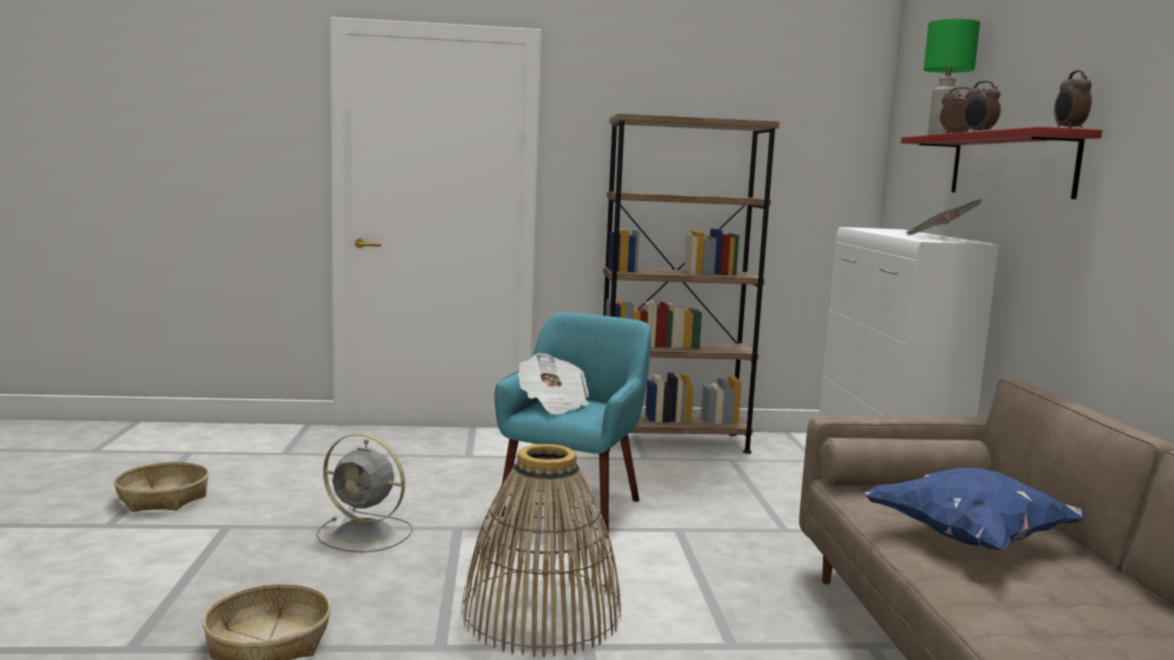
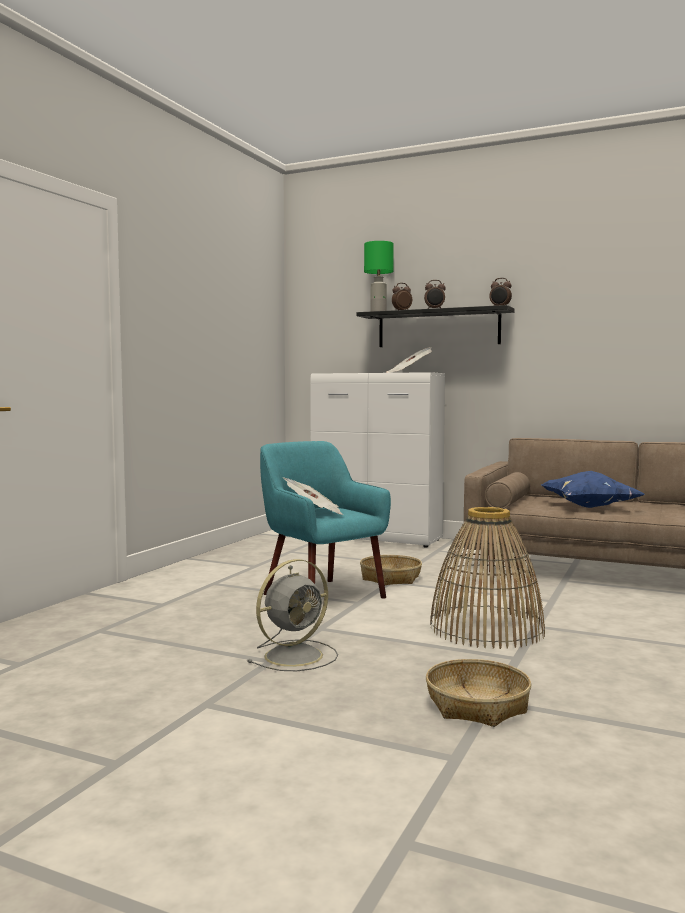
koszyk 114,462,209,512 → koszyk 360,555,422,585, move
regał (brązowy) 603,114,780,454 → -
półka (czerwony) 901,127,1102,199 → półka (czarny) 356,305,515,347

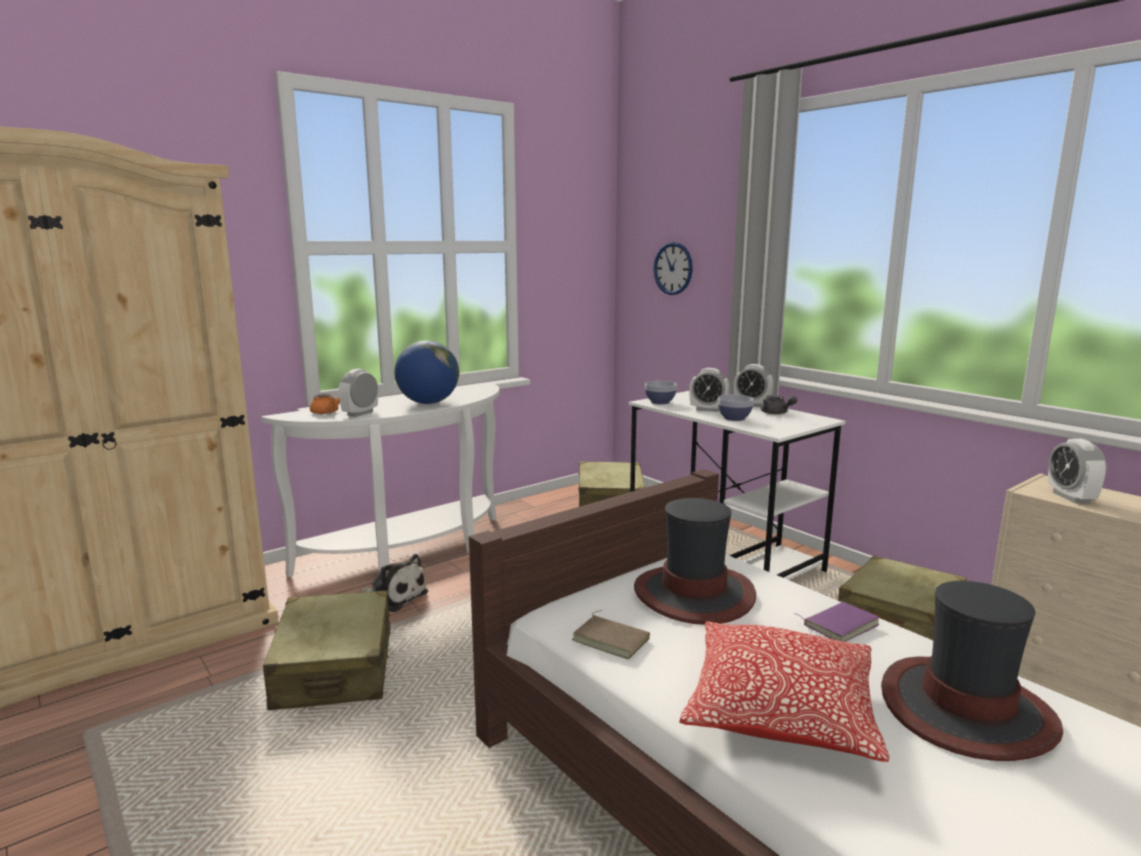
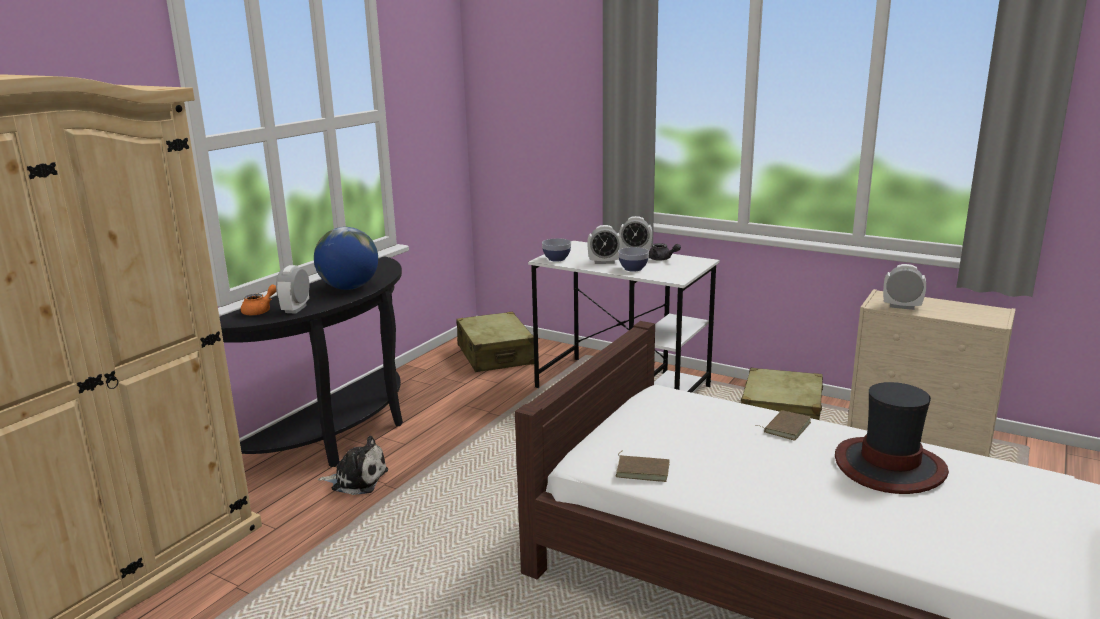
stolik konsolowy (biały) 261,383,500,577 → stolik konsolowy (czarny) 219,256,403,467
walizka (beżowy) 263,590,390,710 → -
kapelusz 634,498,756,625 → -
zegar ścienny 653,242,693,295 → -
poduszka 679,621,889,762 → -
książka (fioletowy) 797,602,879,642 → książka (brązowy) 755,410,811,441
budzik 1048,439,1107,503 → budzik 883,264,926,310, 135 degrees clockwise

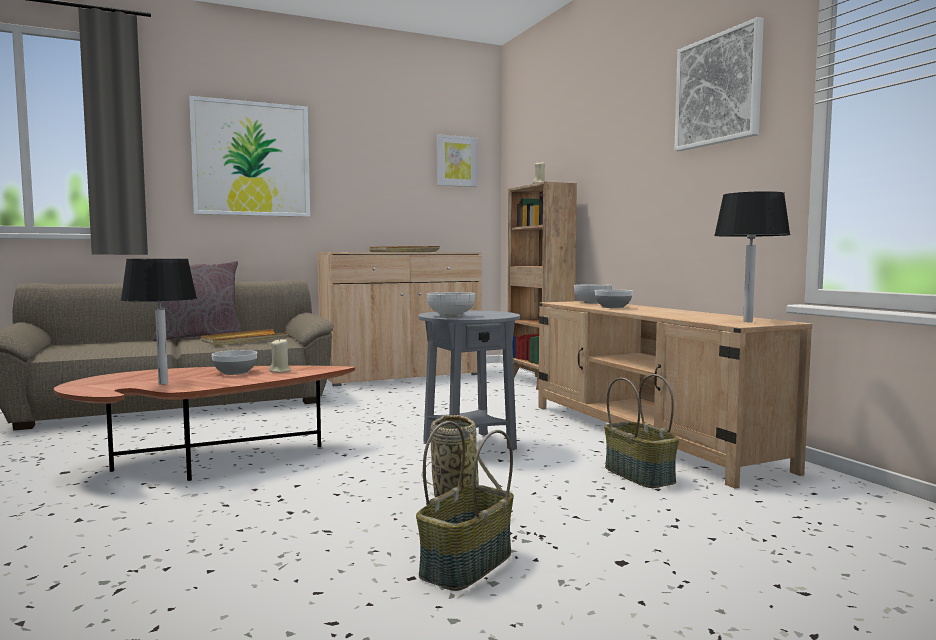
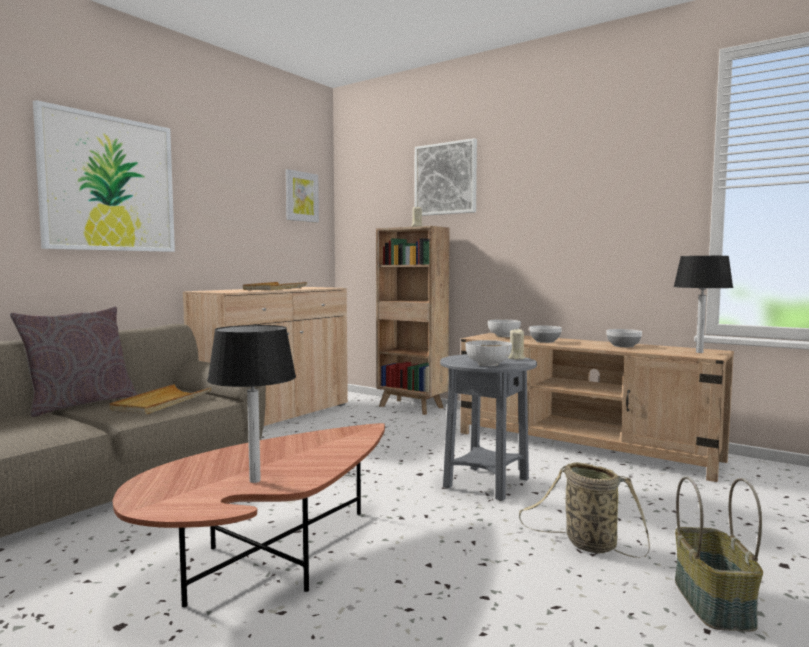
miska 212,350,257,375 → miska 606,329,642,347, move
świeca (beżowy) 269,338,291,373 → świeca (beżowy) 508,328,525,360, move
koszyk 604,374,679,488 → -
obraz 674,17,764,151 → obraz 415,138,477,216, move

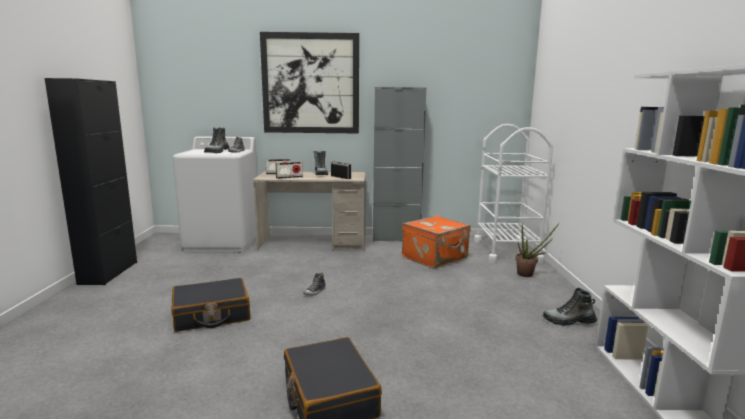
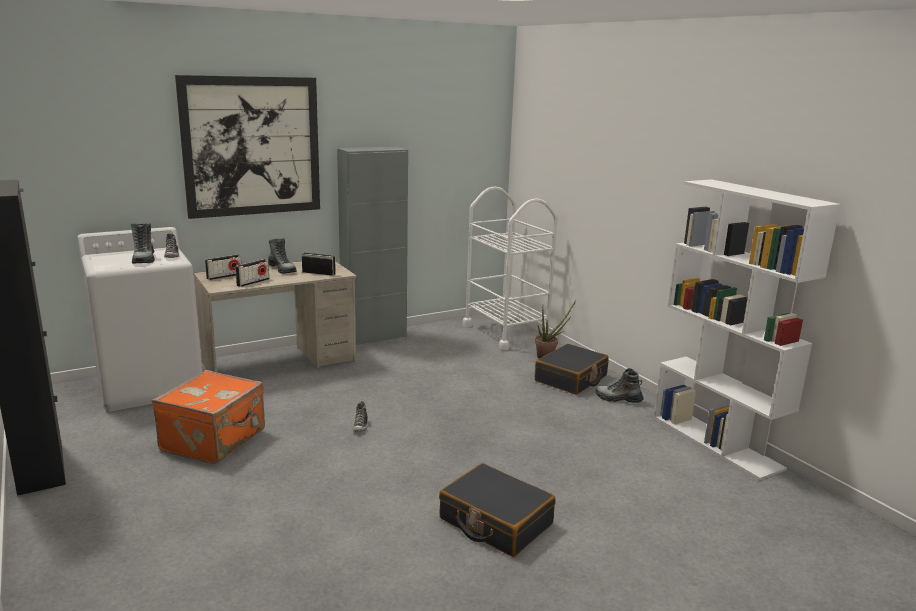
walizka (czarny) 172,278,250,332 → walizka (czarny) 535,344,609,395, move
walizka (pomarańczowy) 402,215,471,268 → walizka (pomarańczowy) 152,370,265,464, move
but z cholewką 543,288,597,326 → but z cholewką 595,368,644,403, 45 degrees clockwise

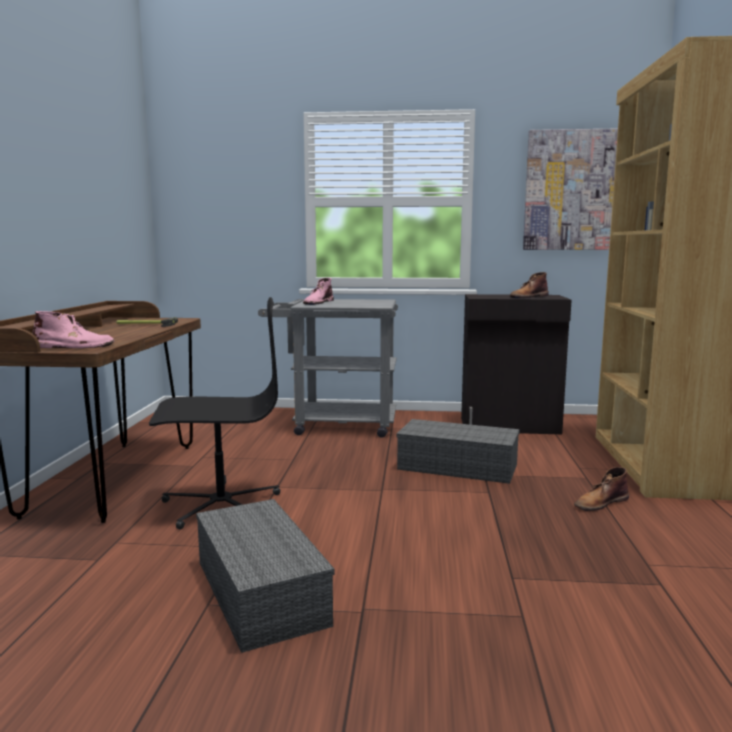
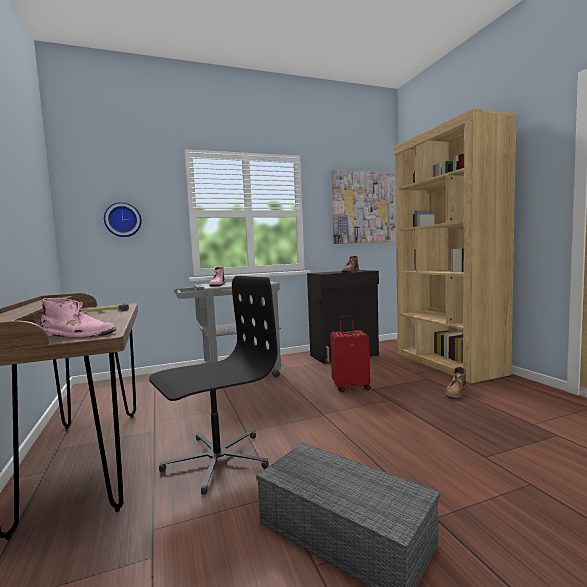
but z cholewką (różowy) 33,311,115,348 → but z cholewką (różowy) 40,298,117,337, 45 degrees clockwise
pojemnik do przechowywania (szary) 396,419,520,484 → walizka (czerwony) 330,316,371,392
- → zegar ścienny 104,202,142,237

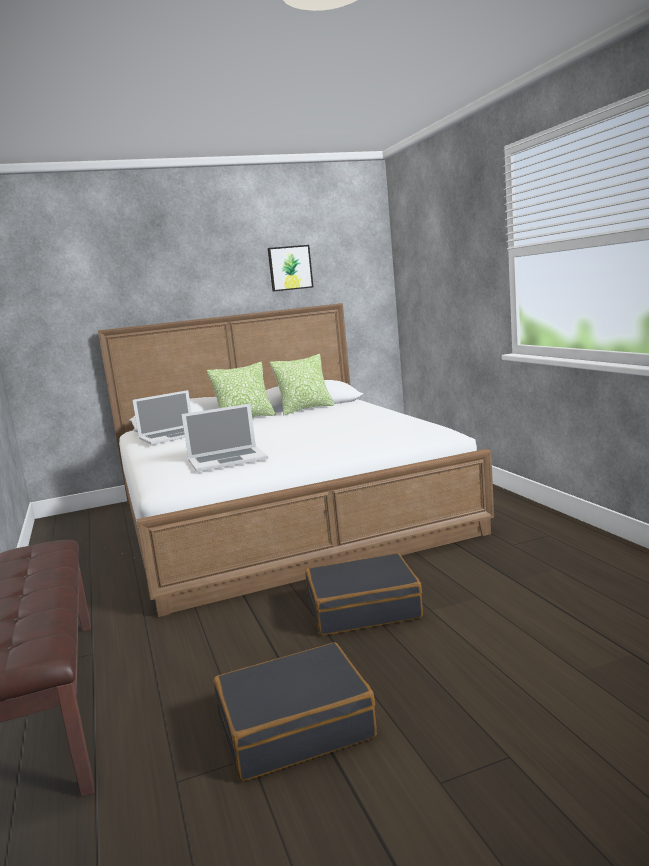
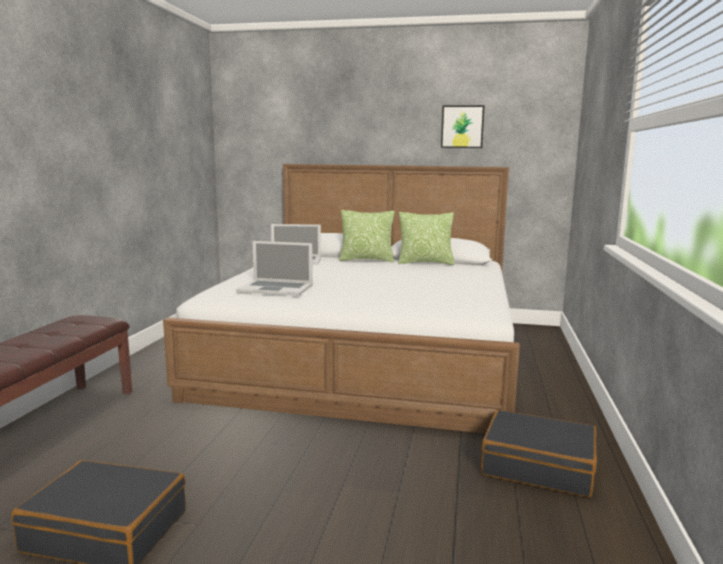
walizka (czarny) 305,553,423,636 → walizka (czarny) 481,410,597,497, move

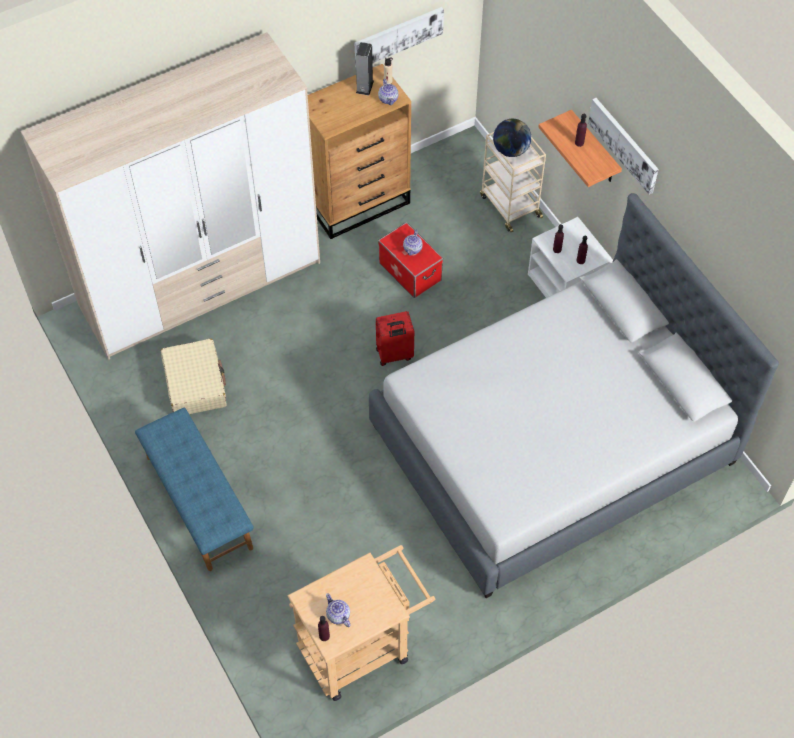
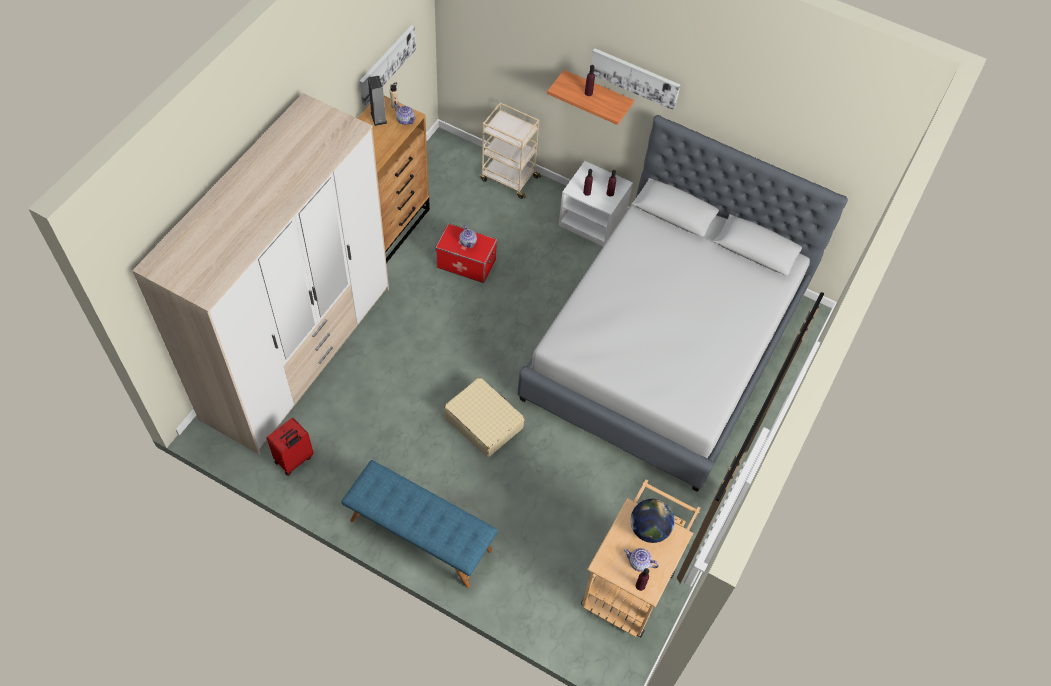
walizka (beżowy) 161,339,227,414 → walizka (beżowy) 443,377,525,458, move
walizka (czerwony) 376,311,414,366 → walizka (czerwony) 267,418,314,476, move
globus 493,119,531,157 → globus 631,499,675,543, move

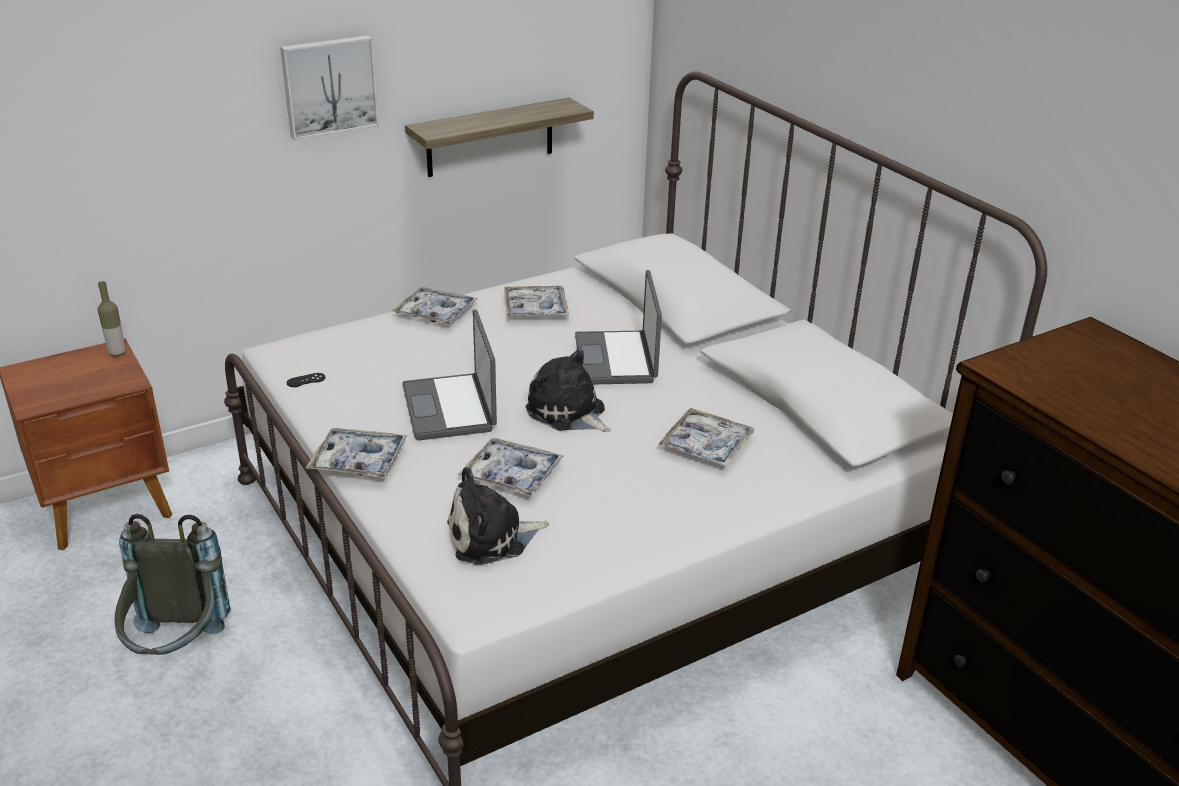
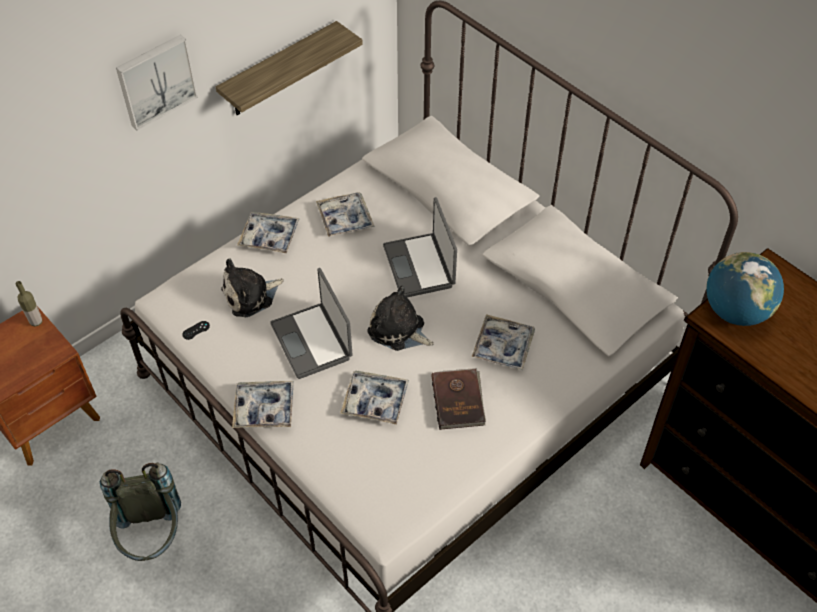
pluszak 447,467,549,565 → pluszak 221,258,284,317, move
- → książka (brązowy) 431,368,486,430
- → globus 706,252,784,326

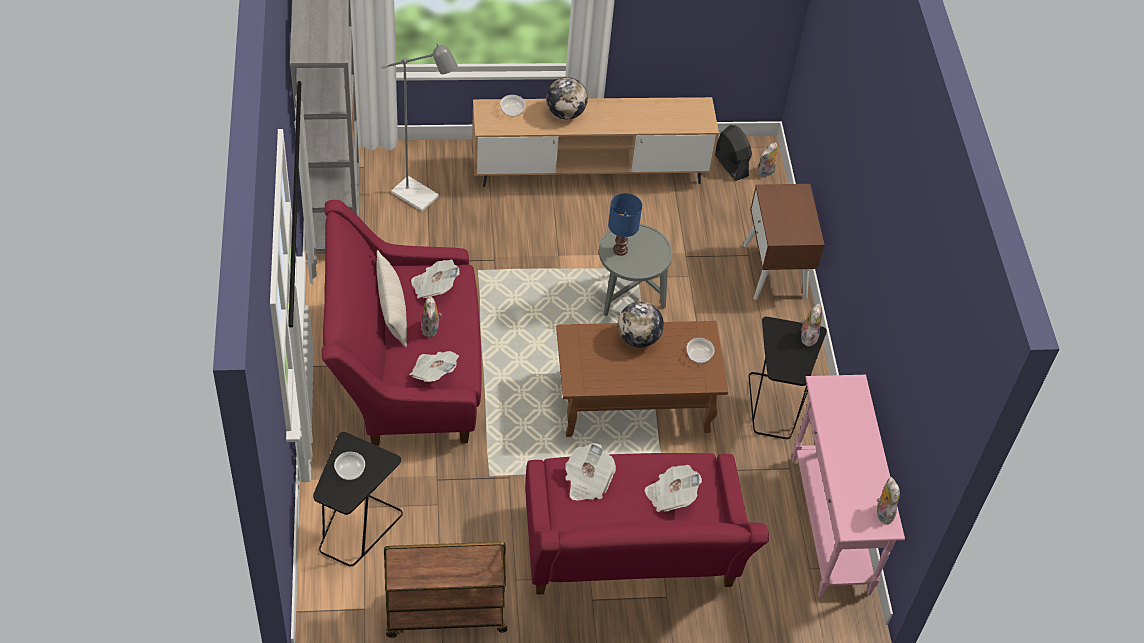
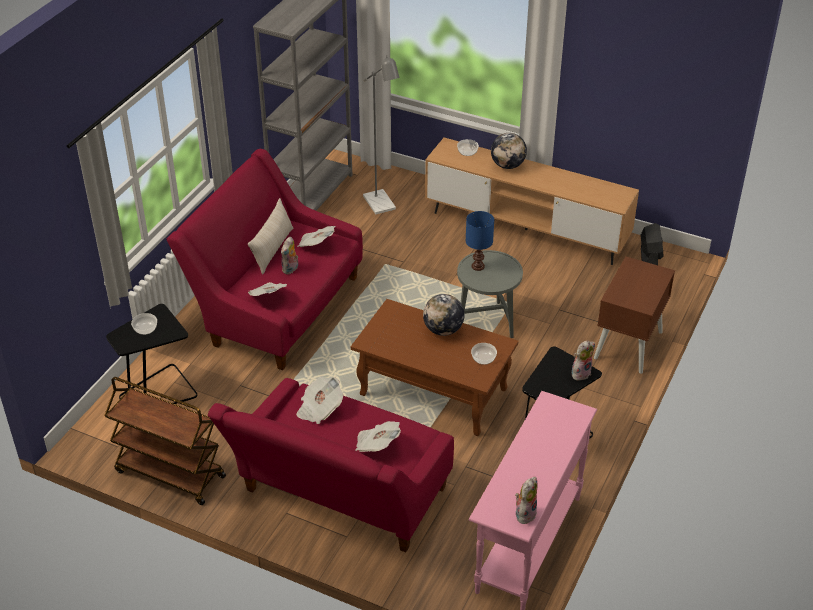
pluszak 757,143,778,177 → -

